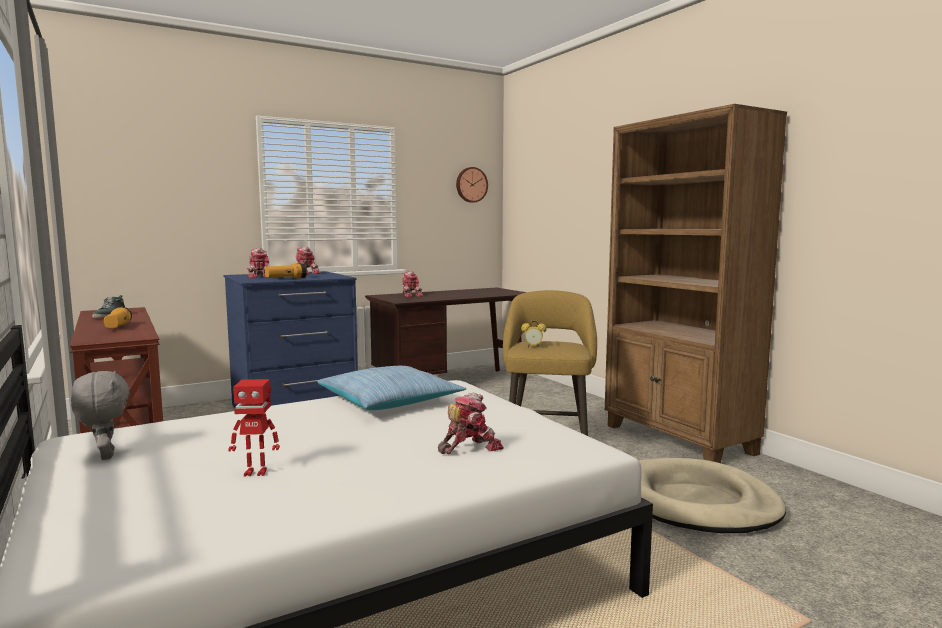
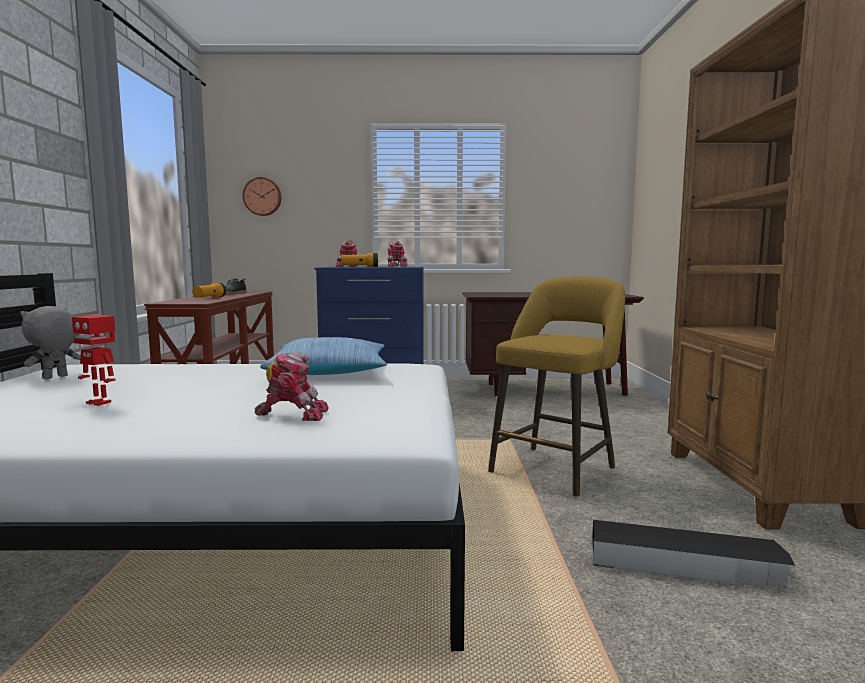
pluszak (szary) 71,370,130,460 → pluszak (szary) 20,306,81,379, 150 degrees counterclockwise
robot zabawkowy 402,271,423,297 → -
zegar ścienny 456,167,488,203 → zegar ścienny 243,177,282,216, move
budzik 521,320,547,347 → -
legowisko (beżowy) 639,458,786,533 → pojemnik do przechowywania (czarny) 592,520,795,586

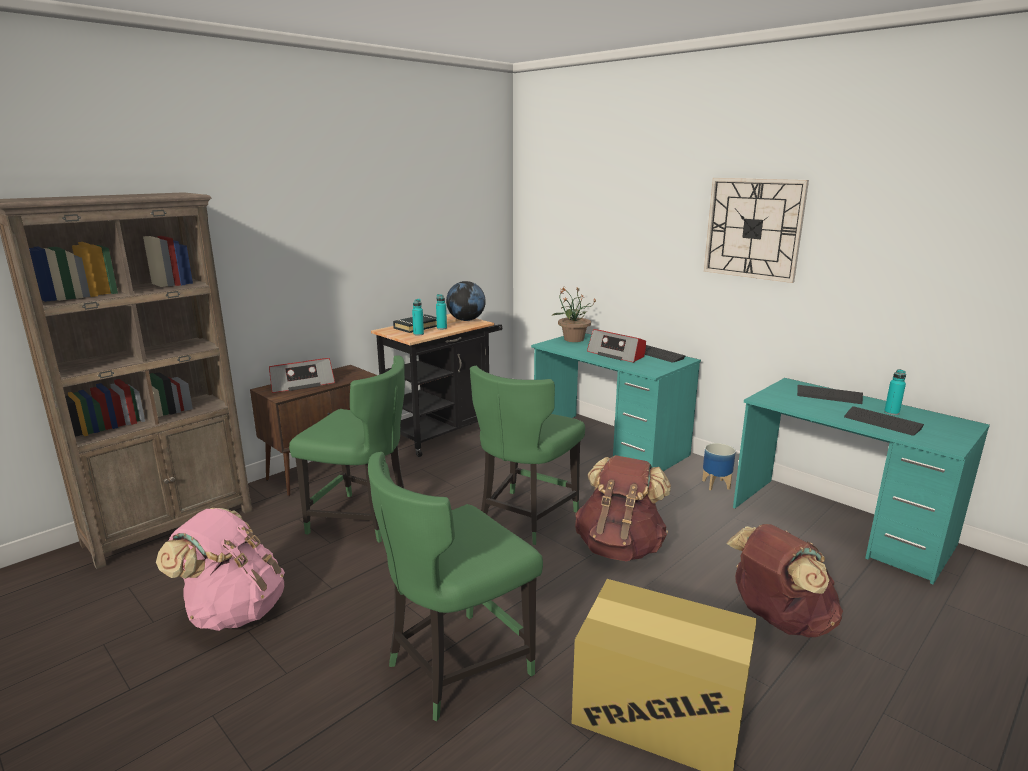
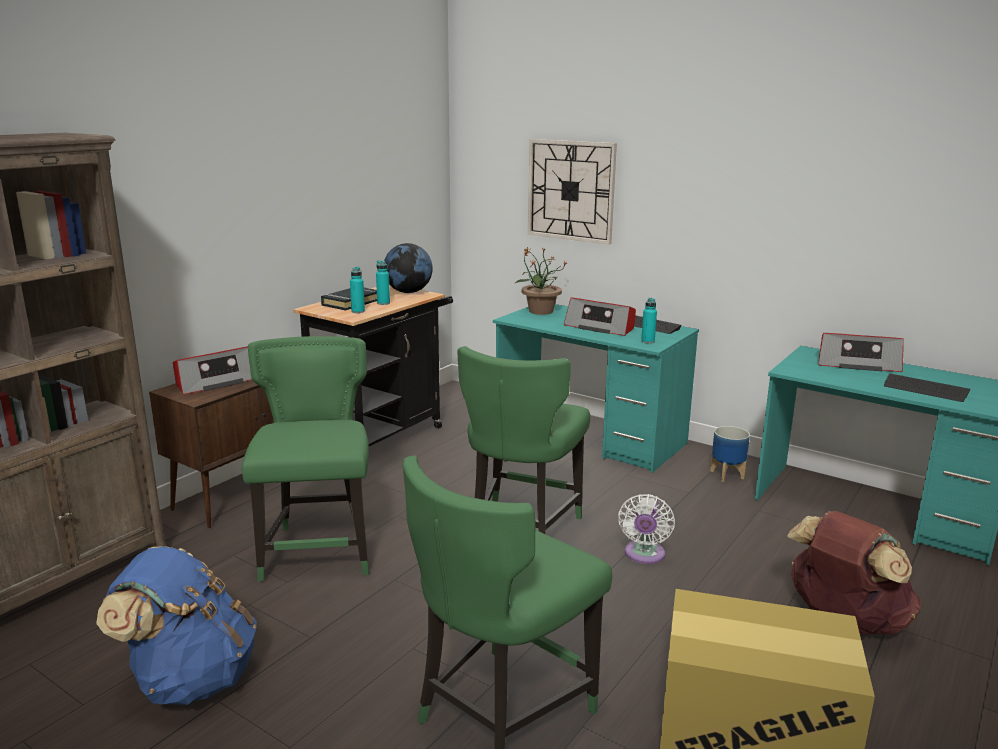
plecak (różowy) 156,508,285,631 → plecak (niebieski) 96,546,257,705
krzesło (zielony) 289,355,405,543 → krzesło (zielony) 242,336,369,582, 105 degrees counterclockwise
plecak (brązowy) 575,455,671,561 → wentylator (biały) 618,494,675,564
zegar ścienny 704,178,809,283 → zegar ścienny 528,139,617,245, move
klawiatura 797,385,863,404 → radio 818,333,904,372
butelka (turkusowy) 884,369,906,415 → butelka (turkusowy) 641,298,657,344, move

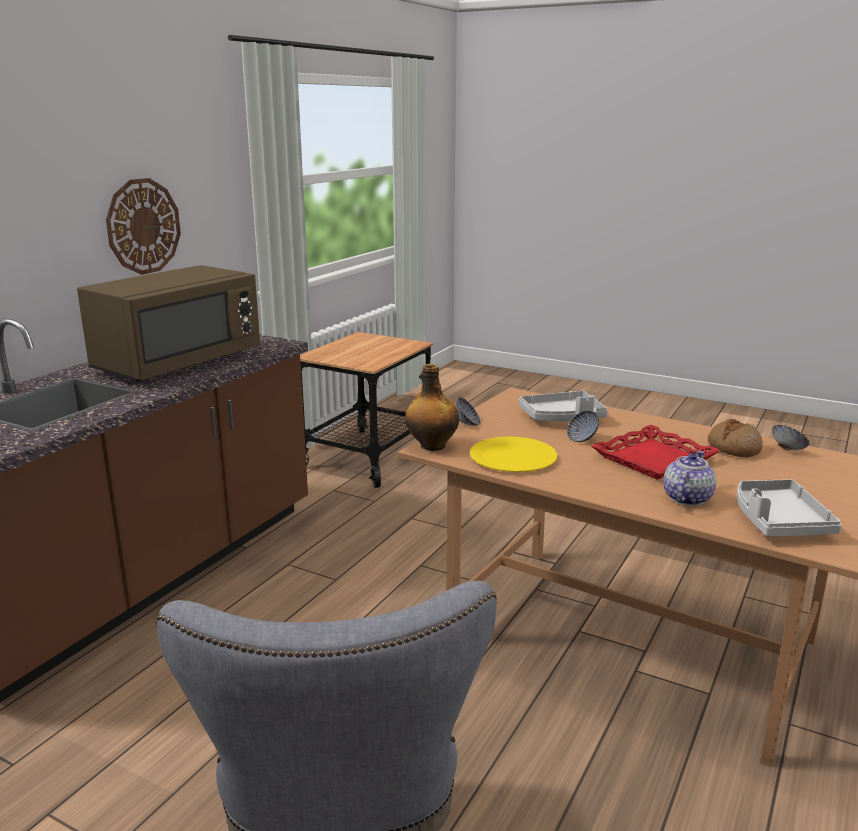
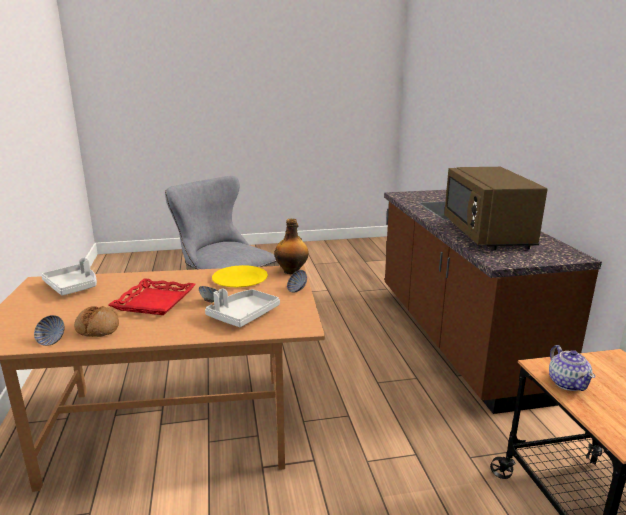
zegar ścienny 106,178,181,275 → -
imbryk 663,451,716,506 → imbryk 549,345,595,391, move

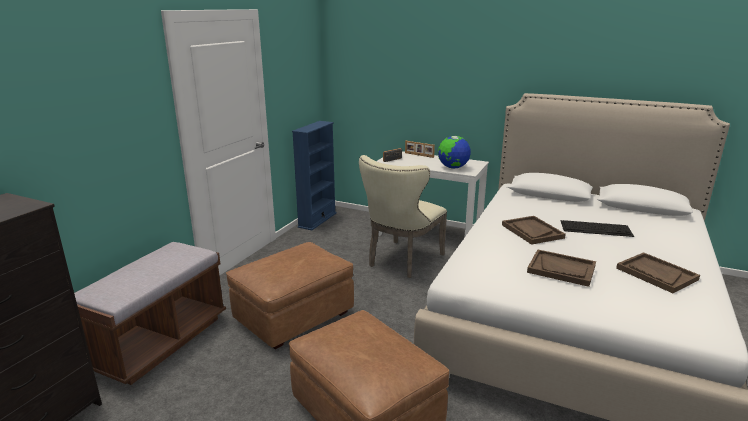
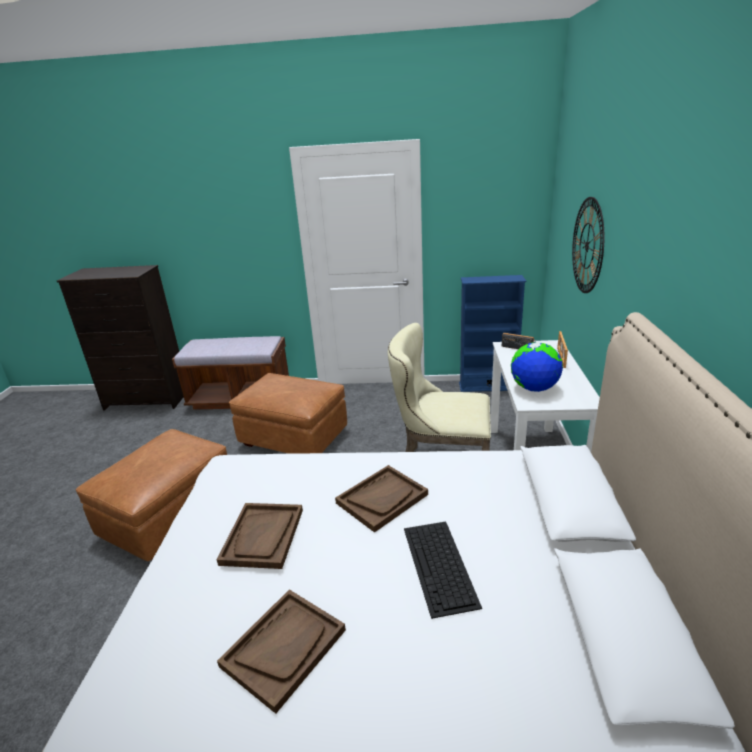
- → zegar ścienny 572,197,604,293

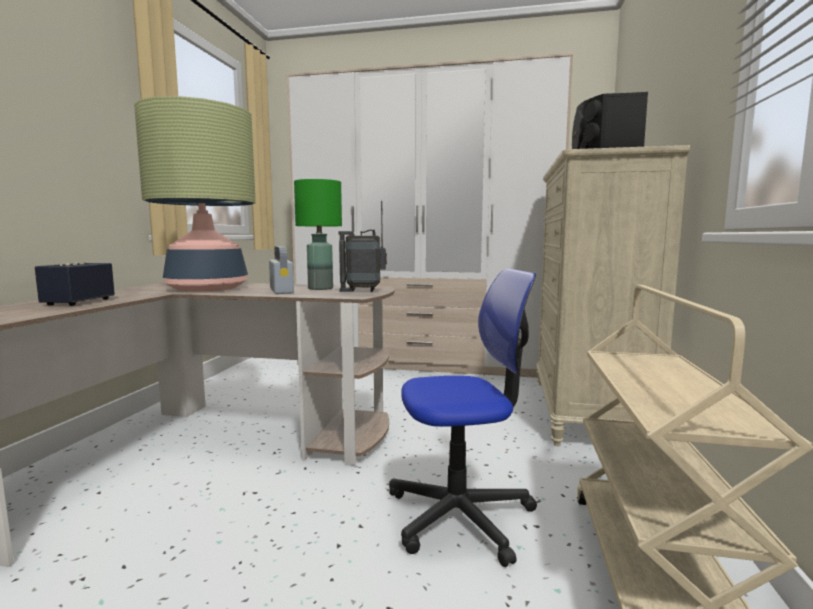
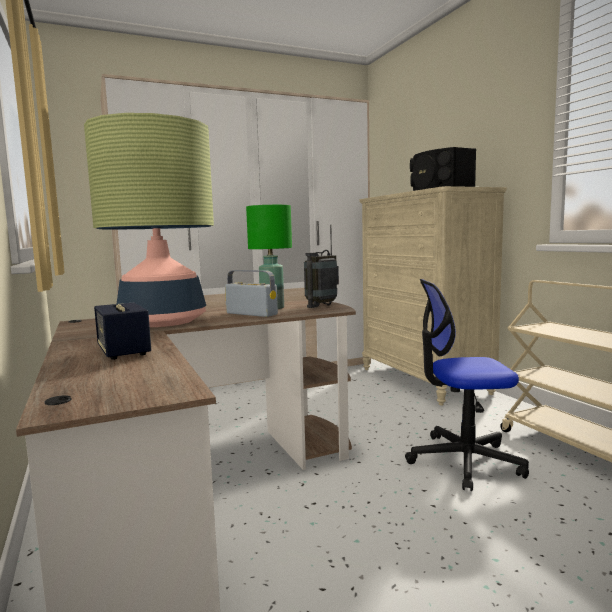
krzesło biurowe 389,268,537,567 → krzesło biurowe 405,279,529,491, 135 degrees counterclockwise

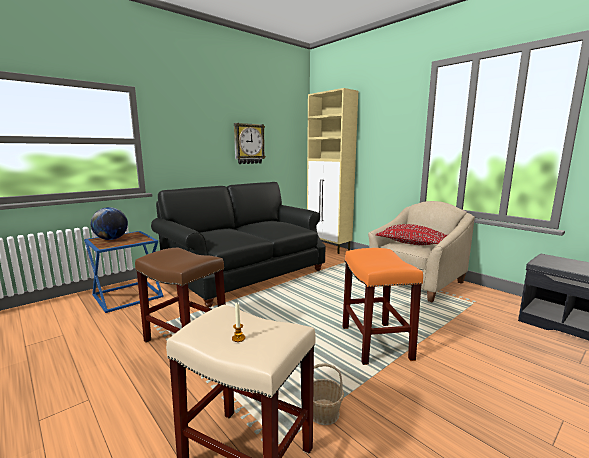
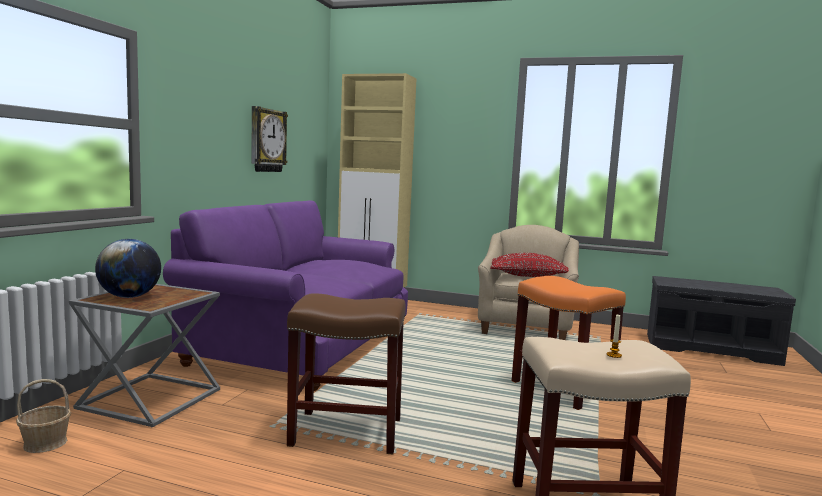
stolik (niebieski) 84,231,164,313 → stolik (szary) 69,284,220,427
kanapa (czarny) 151,182,325,307 → kanapa (fioletowy) 163,200,408,391
koszyk 313,363,344,425 → koszyk 16,379,71,453, move

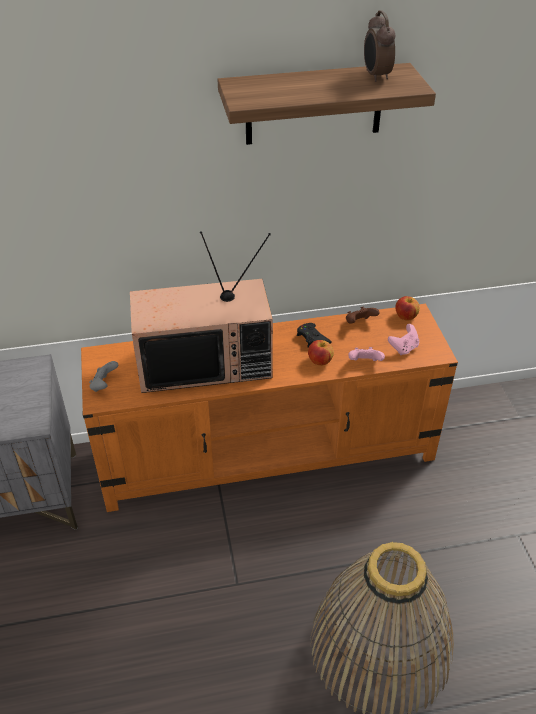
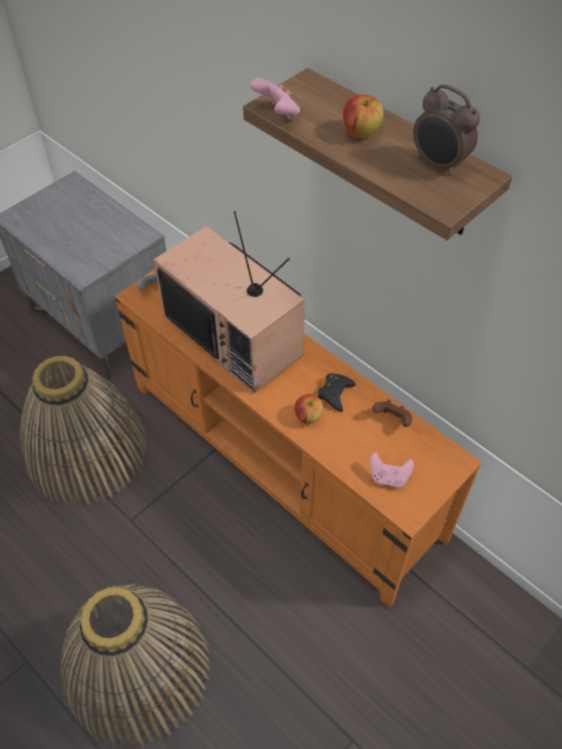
pad do gier (różowy) 348,347,385,361 → pad do gier (różowy) 250,78,300,120, move
budzik 364,10,395,82 → budzik 413,84,480,176, 90 degrees counterclockwise
jabłko 395,296,420,321 → jabłko 343,95,384,138, move
- → koszyk 20,356,148,506

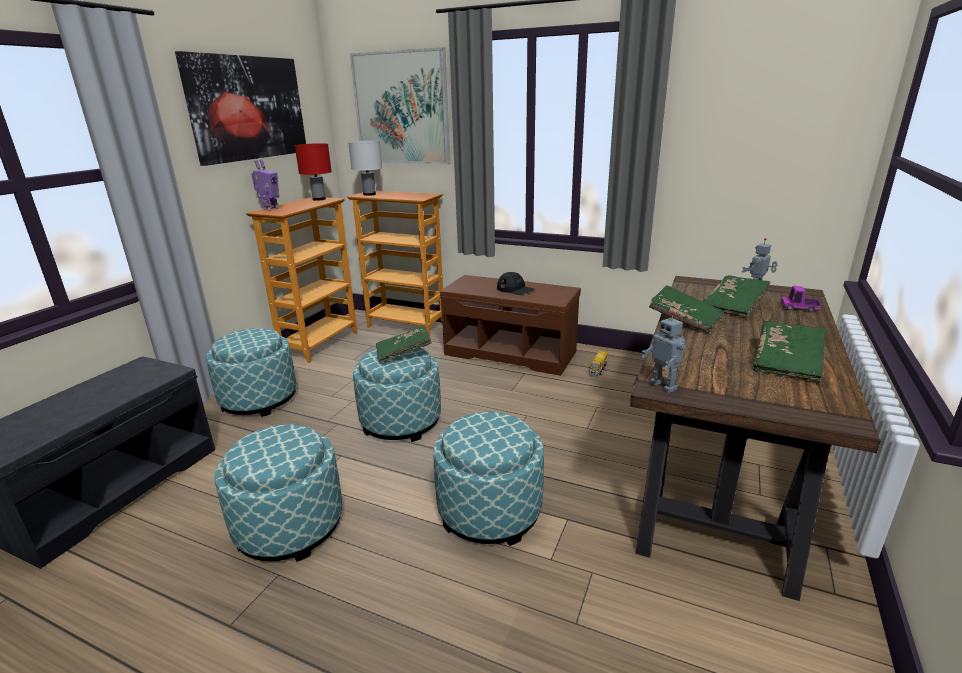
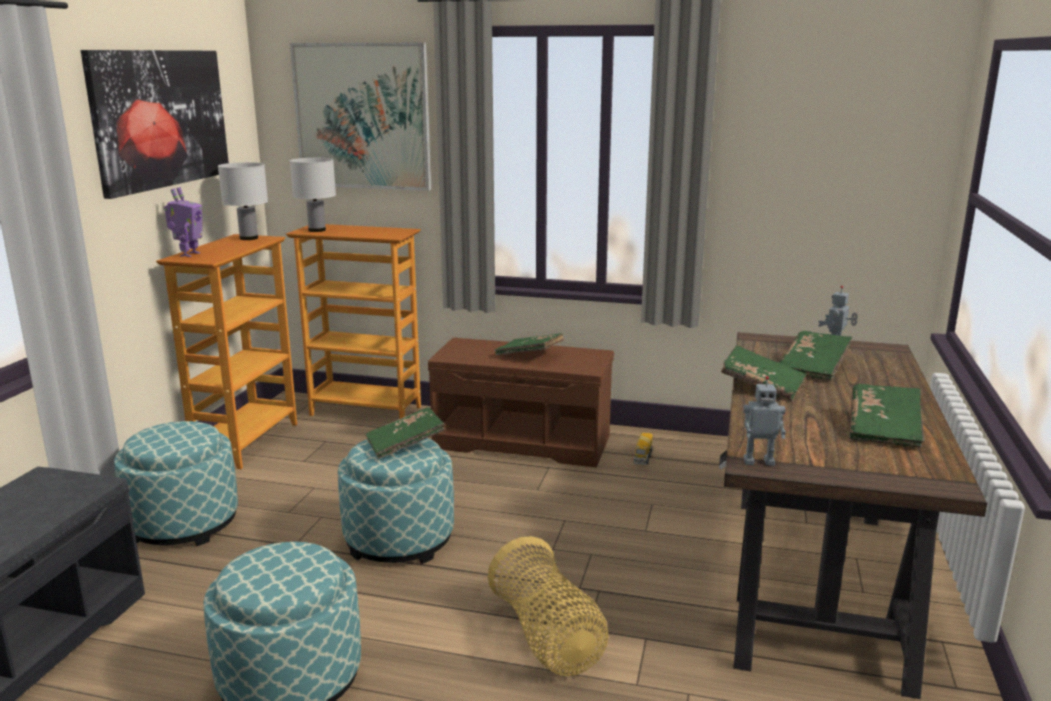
lampa stołowa (czerwony) 295,143,332,201 → lampa stołowa (biały) 218,162,268,240
pufa 433,412,544,546 → koszyk 488,536,609,676
czapka z daszkiem (czarny) 497,272,534,295 → książka (zielony) 495,333,564,355
robot zabawkowy 642,312,686,393 → robot zabawkowy 743,376,786,466, 45 degrees counterclockwise
ciężarówka zabawkowa 781,286,821,312 → -

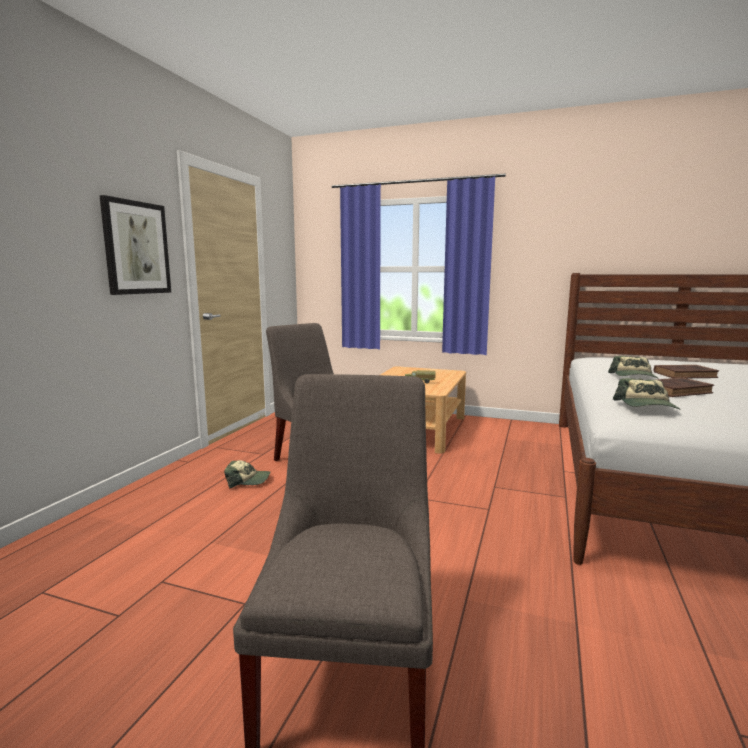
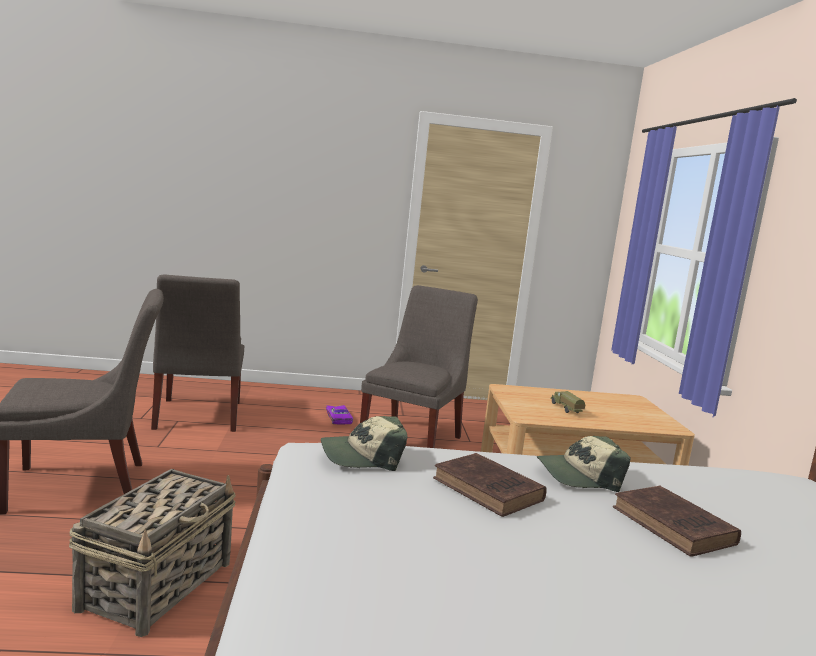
obraz 99,195,171,295 → -
czapka z daszkiem 224,460,271,489 → samochodzik (fioletowy) 326,405,353,424
- → koszyk 69,469,236,637
- → krzesło (szary) 151,274,244,432

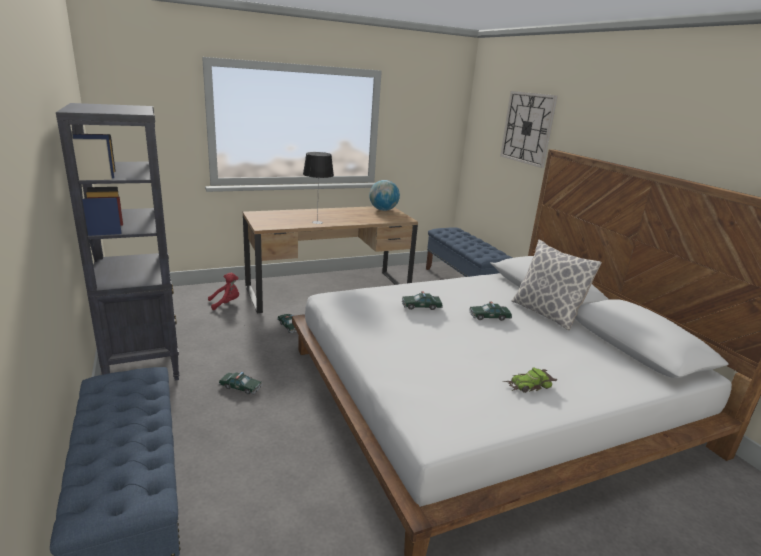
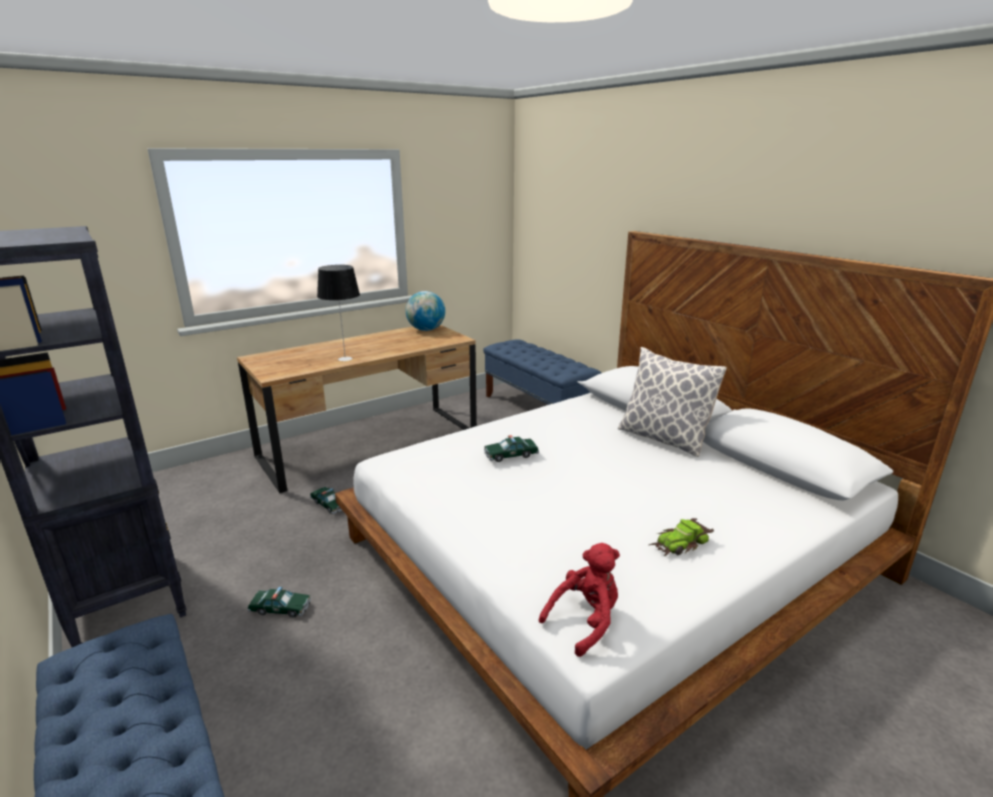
pluszak (czerwony) 208,272,239,310 → pluszak (czerwony) 539,543,620,657, move
samochodzik 469,302,512,321 → -
zegar ścienny 500,91,558,168 → -

